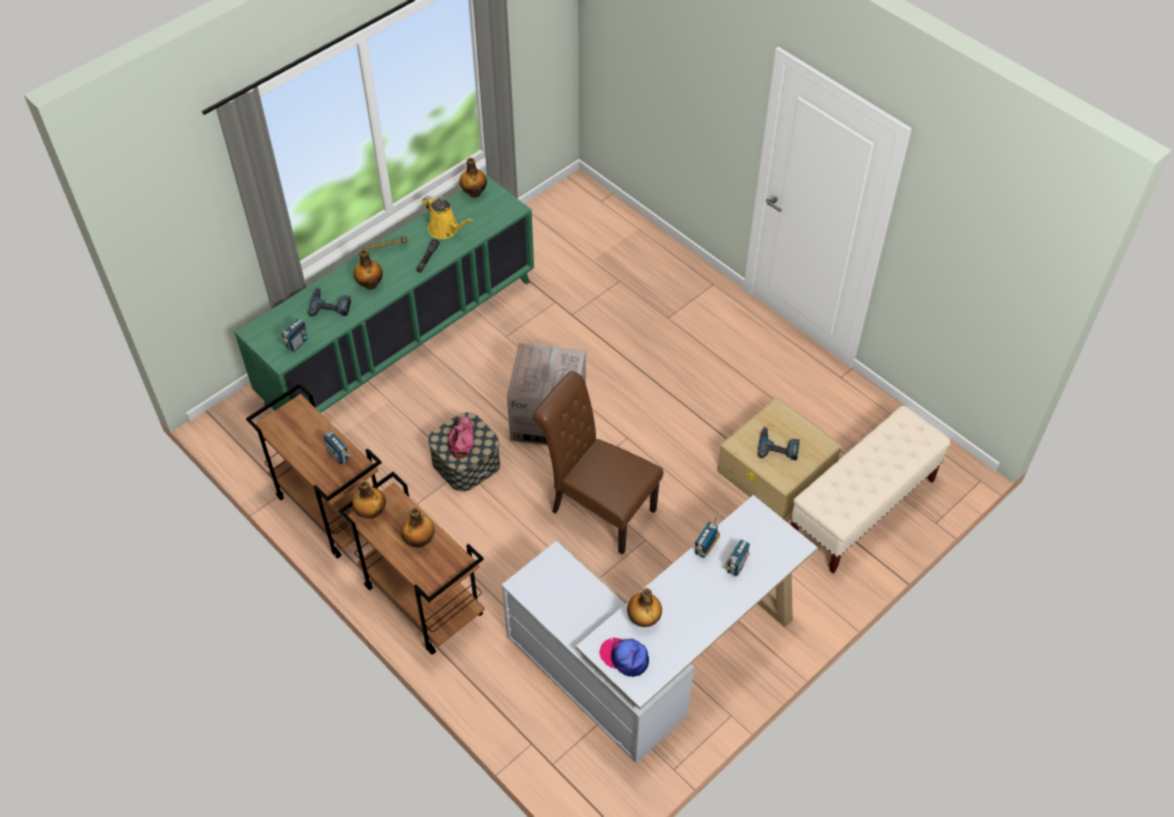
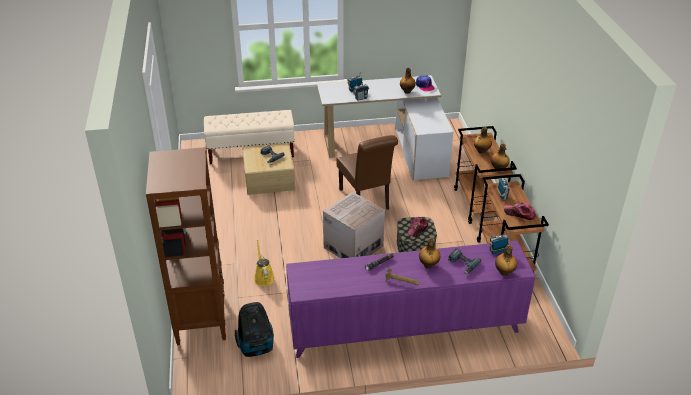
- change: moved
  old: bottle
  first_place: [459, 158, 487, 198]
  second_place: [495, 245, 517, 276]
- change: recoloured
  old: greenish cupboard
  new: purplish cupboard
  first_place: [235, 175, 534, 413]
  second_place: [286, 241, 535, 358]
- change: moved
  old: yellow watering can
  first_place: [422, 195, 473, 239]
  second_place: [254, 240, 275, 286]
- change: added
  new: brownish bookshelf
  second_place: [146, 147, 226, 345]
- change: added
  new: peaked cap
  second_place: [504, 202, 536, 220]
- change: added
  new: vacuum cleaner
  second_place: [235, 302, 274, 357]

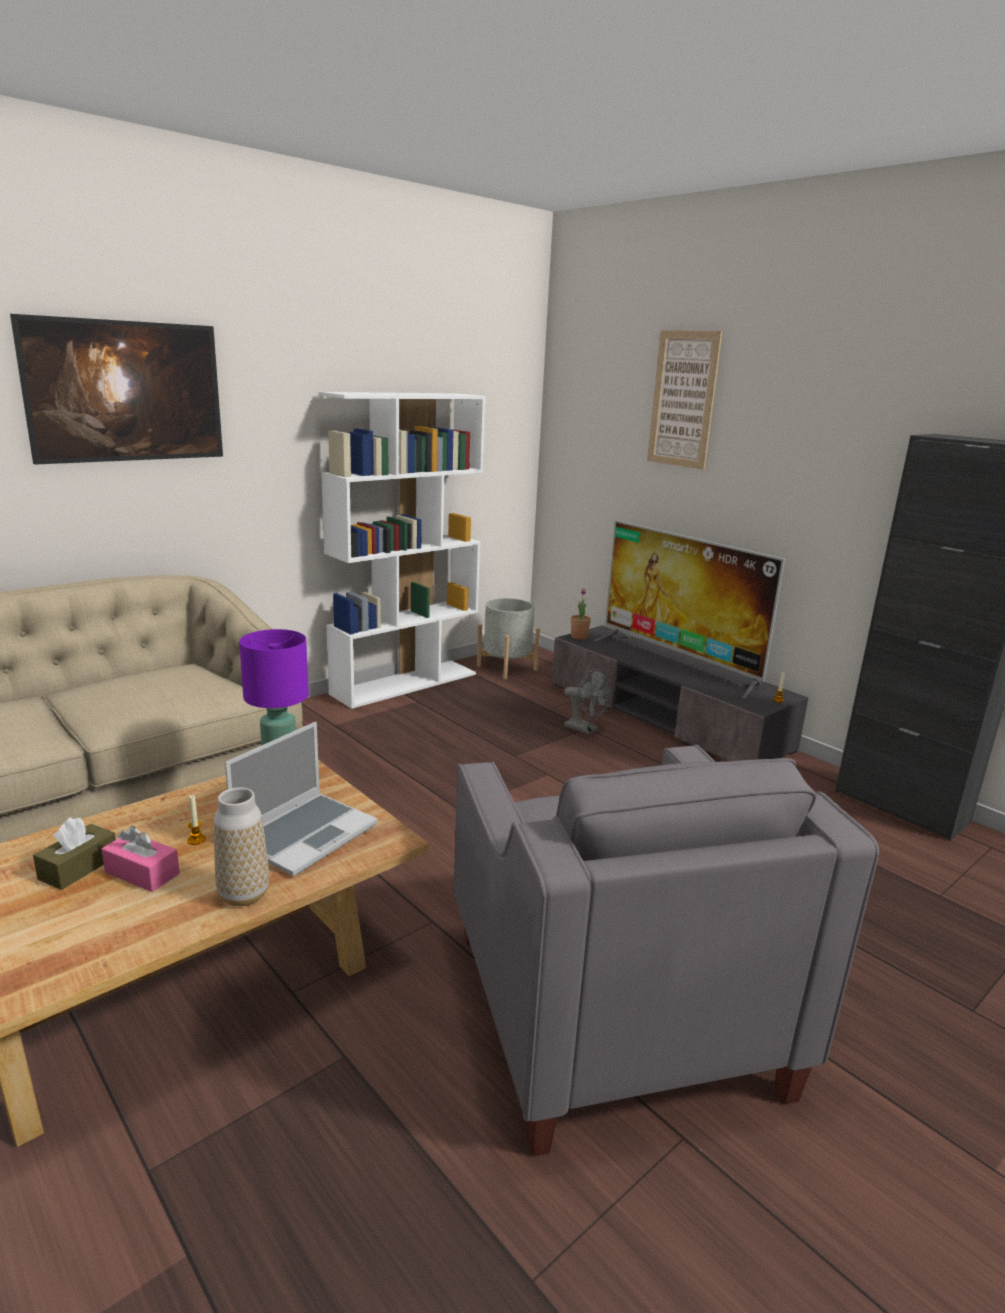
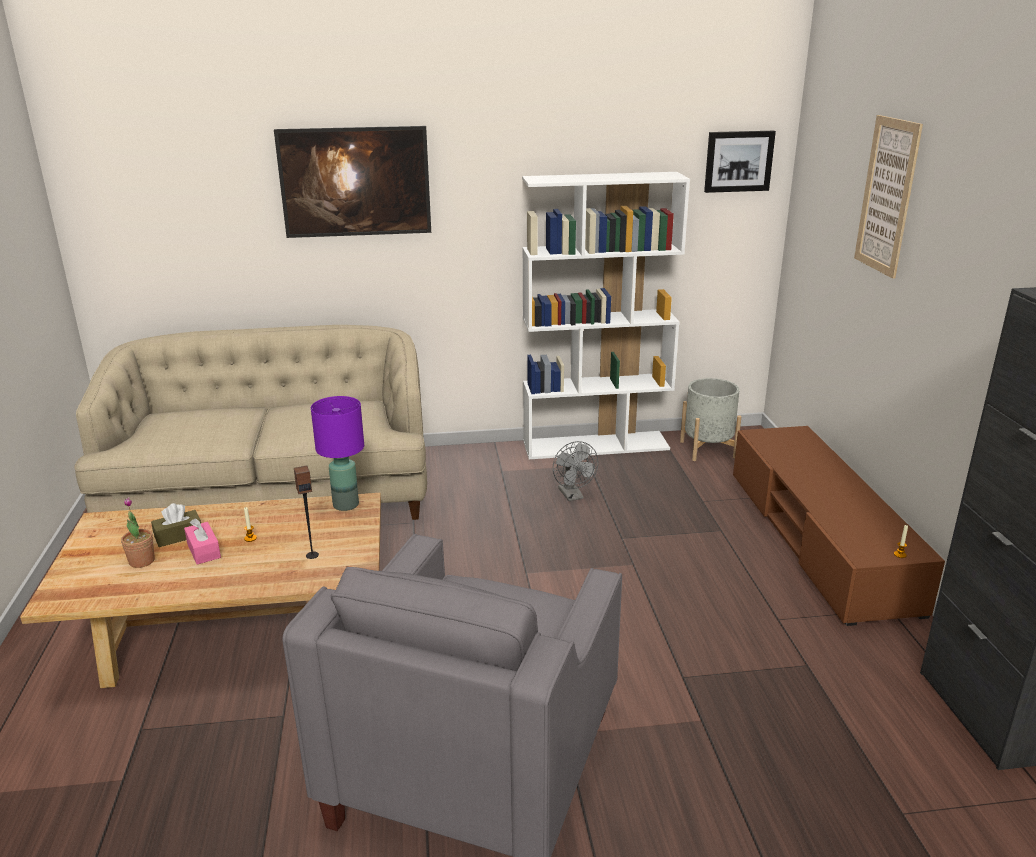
- change: removed
  old: television
  first_place: [593, 520, 785, 698]
- change: moved
  old: houseplant
  first_place: [571, 588, 591, 639]
  second_place: [121, 497, 155, 568]
- change: recoloured
  old: gray tv unit
  new: brownish tv unit
  first_place: [552, 625, 809, 761]
  second_place: [733, 426, 945, 626]
- change: moved
  old: gray fan
  first_place: [564, 669, 611, 735]
  second_place: [553, 441, 598, 501]
- change: replaced
  old: notebook computer
  new: loudspeaker
  first_place: [225, 722, 378, 876]
  second_place: [294, 465, 319, 559]
- change: removed
  old: decorative vase
  first_place: [214, 787, 269, 906]
- change: added
  new: wall art
  second_place: [704, 131, 776, 193]

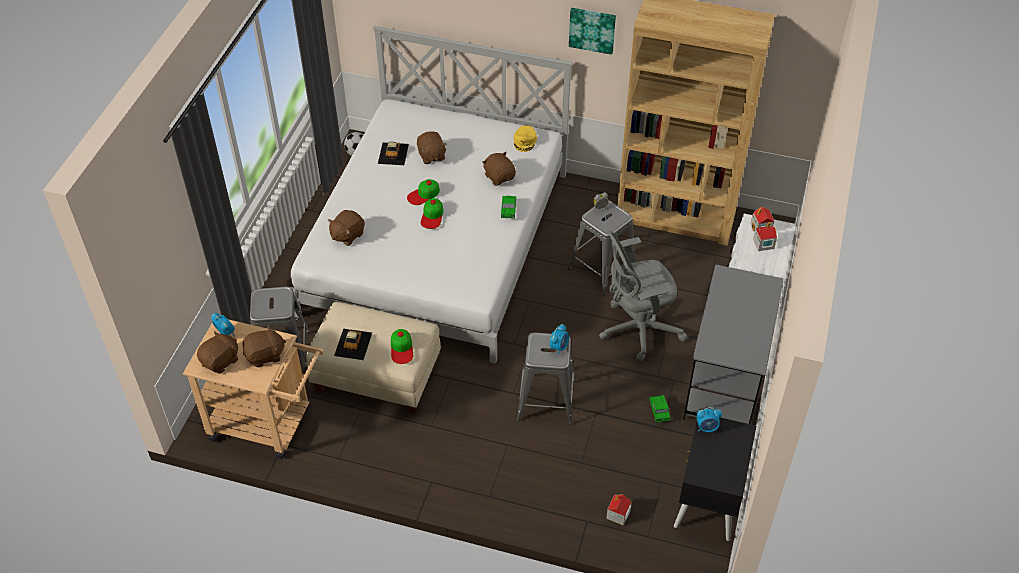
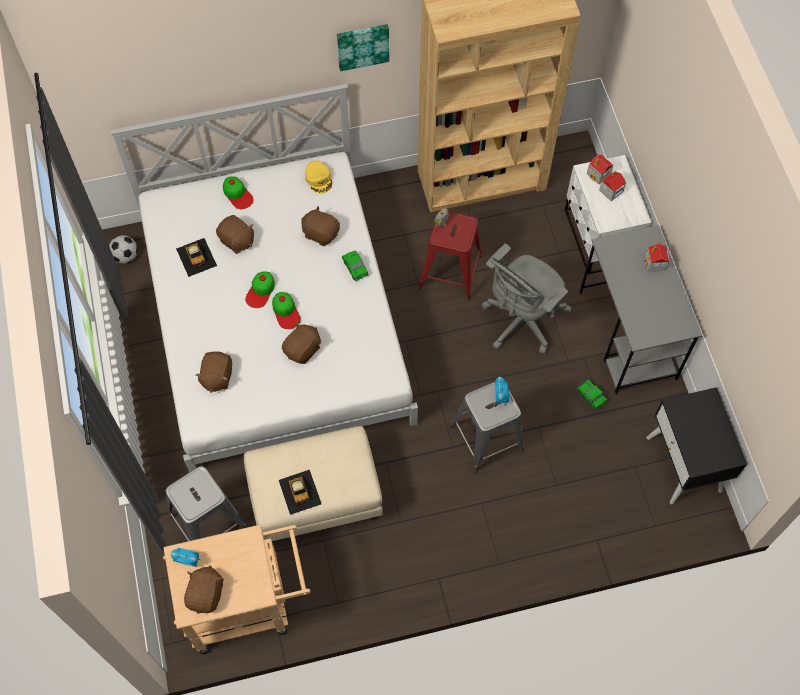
- change: recoloured
  old: gray stool seat
  new: red stool seat
  first_place: [568, 200, 636, 296]
  second_place: [419, 210, 482, 300]
- change: moved
  old: brownish cuddly toy
  first_place: [243, 325, 286, 367]
  second_place: [282, 322, 321, 364]
- change: moved
  old: peaked cap
  first_place: [391, 329, 413, 364]
  second_place: [223, 176, 254, 209]
- change: removed
  old: table clock
  first_place: [697, 407, 722, 432]
- change: moved
  old: toy house
  first_place: [606, 494, 631, 525]
  second_place: [645, 243, 669, 272]

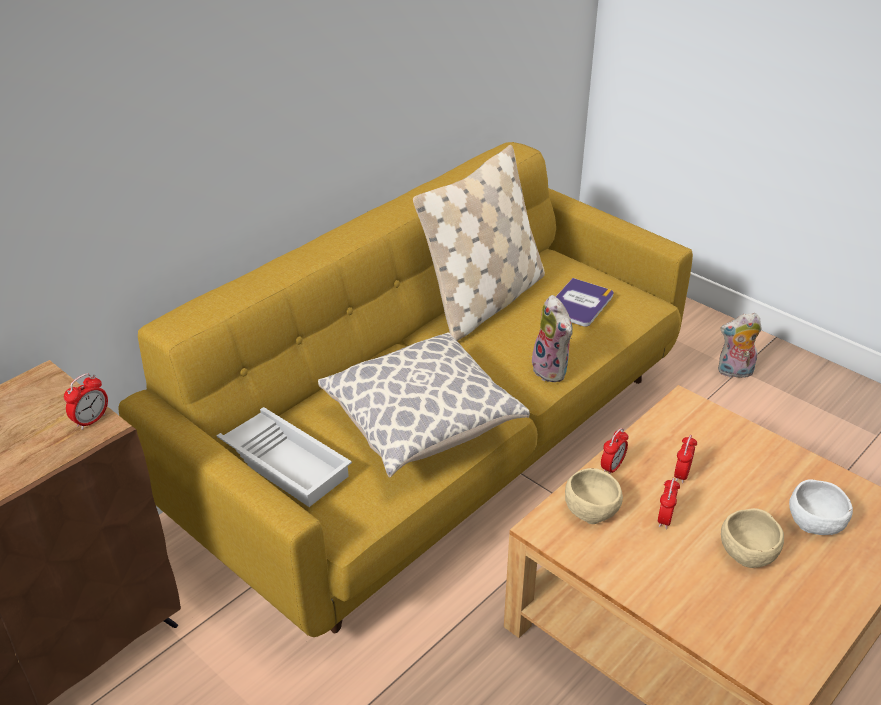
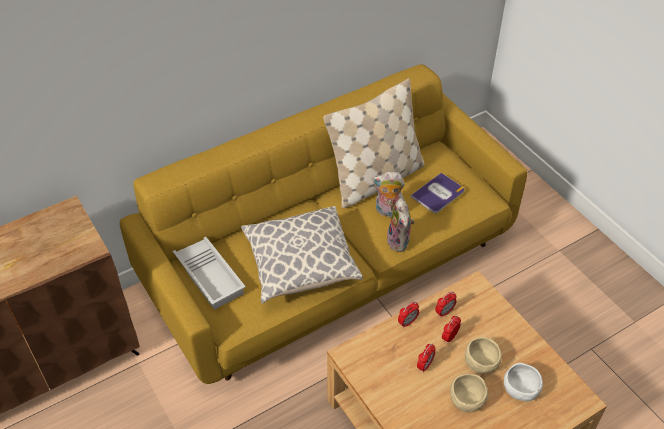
- change: moved
  old: cuddly toy
  first_place: [718, 313, 762, 378]
  second_place: [372, 171, 405, 218]
- change: moved
  old: table clock
  first_place: [64, 373, 108, 430]
  second_place: [435, 291, 456, 318]
- change: moved
  old: beige-coloured serving bowl
  first_place: [565, 468, 623, 524]
  second_place: [465, 337, 502, 374]

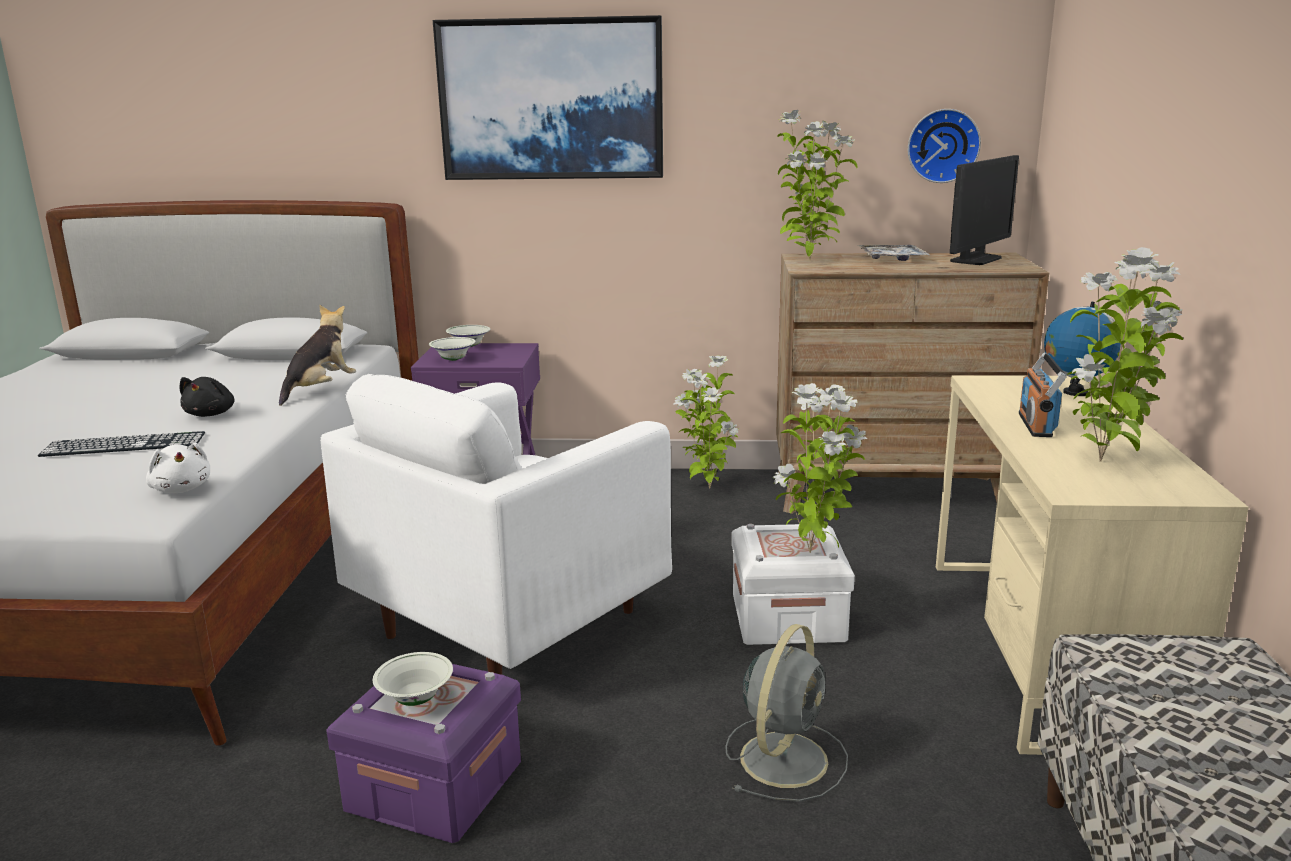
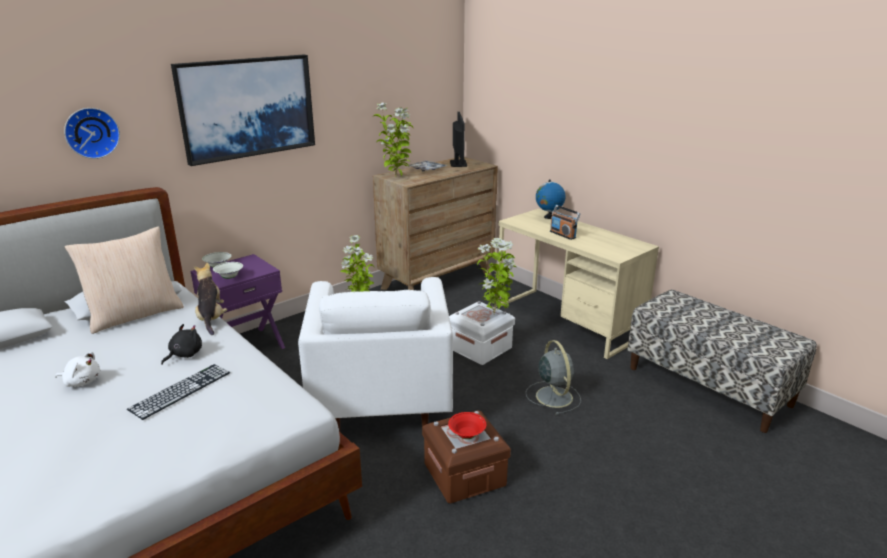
- change: moved
  old: clock on the wall
  first_place: [908, 109, 981, 183]
  second_place: [64, 108, 120, 159]
- change: removed
  old: houseplant
  first_place: [1067, 247, 1183, 462]
- change: turned
  old: blackish cuddly toy
  first_place: [179, 377, 234, 417]
  second_place: [161, 324, 202, 365]
  degrees: -105
- change: moved
  old: white-coloured cuddly toy
  first_place: [146, 443, 210, 493]
  second_place: [55, 352, 100, 387]
- change: recoloured
  old: white-coloured serving bowl
  new: red serving bowl
  first_place: [373, 652, 453, 706]
  second_place: [448, 412, 486, 439]
- change: recoloured
  old: purplish storage bin
  new: brownish storage bin
  first_place: [326, 664, 521, 843]
  second_place: [422, 411, 511, 504]
- change: added
  new: beige-coloured pillow
  second_place: [65, 226, 184, 334]

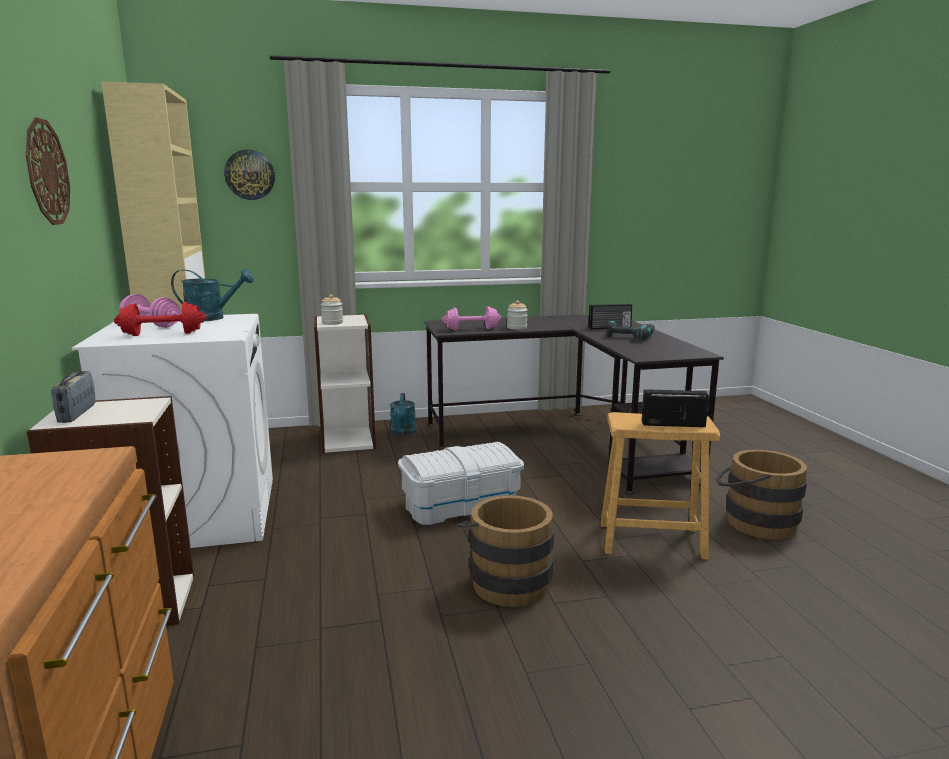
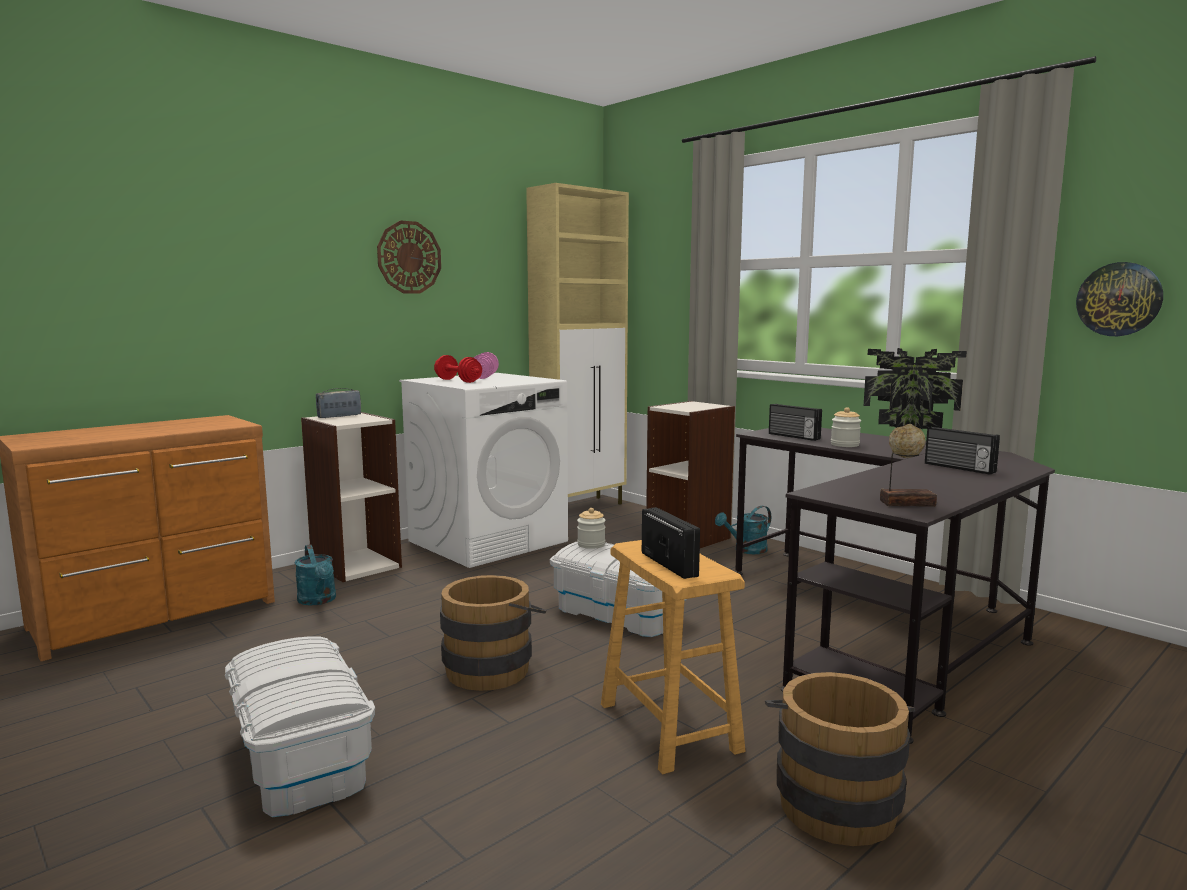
- change: moved
  old: clock on the wall
  first_place: [224, 150, 275, 200]
  second_place: [1076, 262, 1163, 336]
- change: moved
  old: turquoise watering can
  first_place: [171, 269, 254, 321]
  second_place: [295, 544, 336, 606]
- change: moved
  old: jar
  first_place: [321, 294, 343, 325]
  second_place: [577, 508, 605, 549]
- change: replaced
  old: pink dumbbell
  new: radio set
  first_place: [442, 307, 501, 330]
  second_place: [769, 404, 822, 441]
- change: removed
  old: drill
  first_place: [607, 321, 655, 340]
- change: added
  new: houseplant
  second_place: [864, 348, 967, 507]
- change: added
  new: white-coloured storage bin
  second_place: [225, 636, 375, 817]

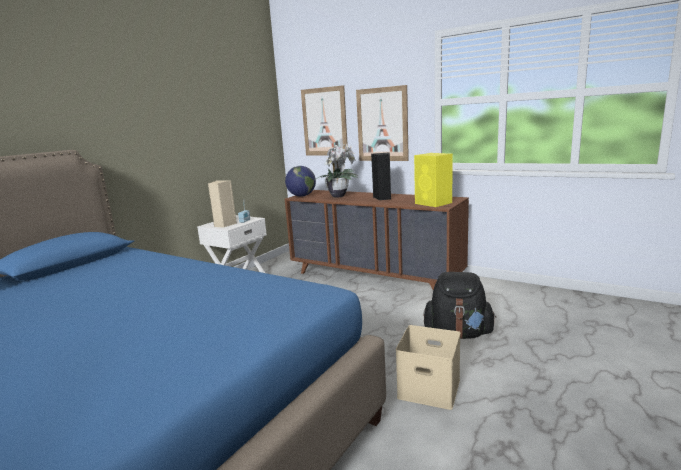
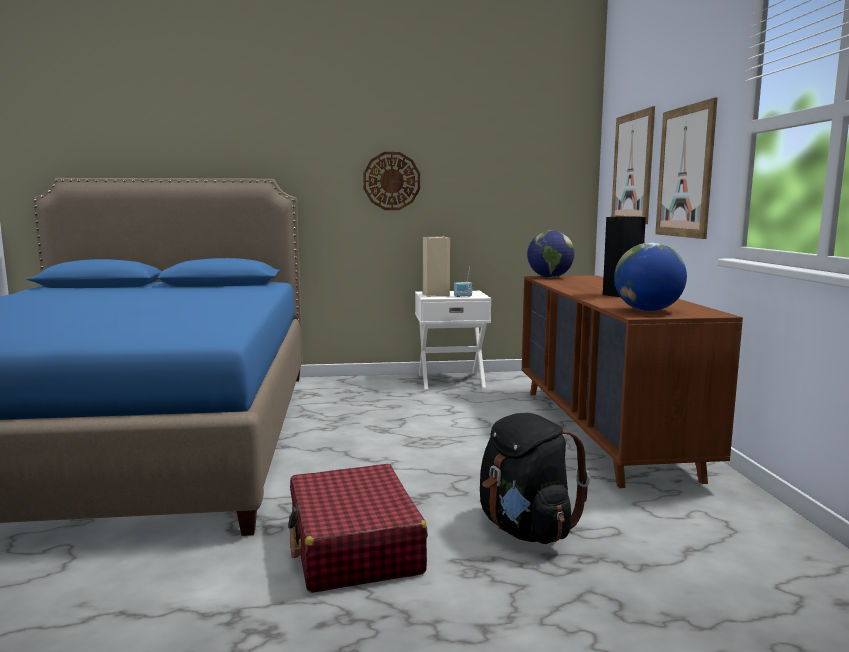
- change: removed
  old: houseplant
  first_place: [316, 144, 359, 198]
- change: replaced
  old: yellow loudspeaker
  new: globe
  first_place: [414, 153, 453, 207]
  second_place: [614, 242, 687, 311]
- change: replaced
  old: beige-coloured storage bin
  new: red piece of luggage
  first_place: [396, 325, 461, 410]
  second_place: [288, 464, 428, 593]
- change: added
  new: clock on the wall
  second_place: [363, 152, 420, 210]

